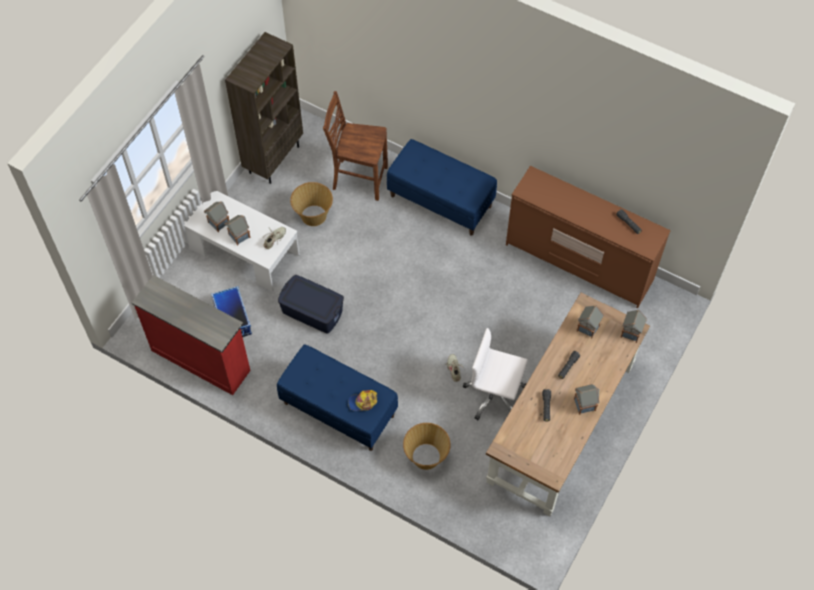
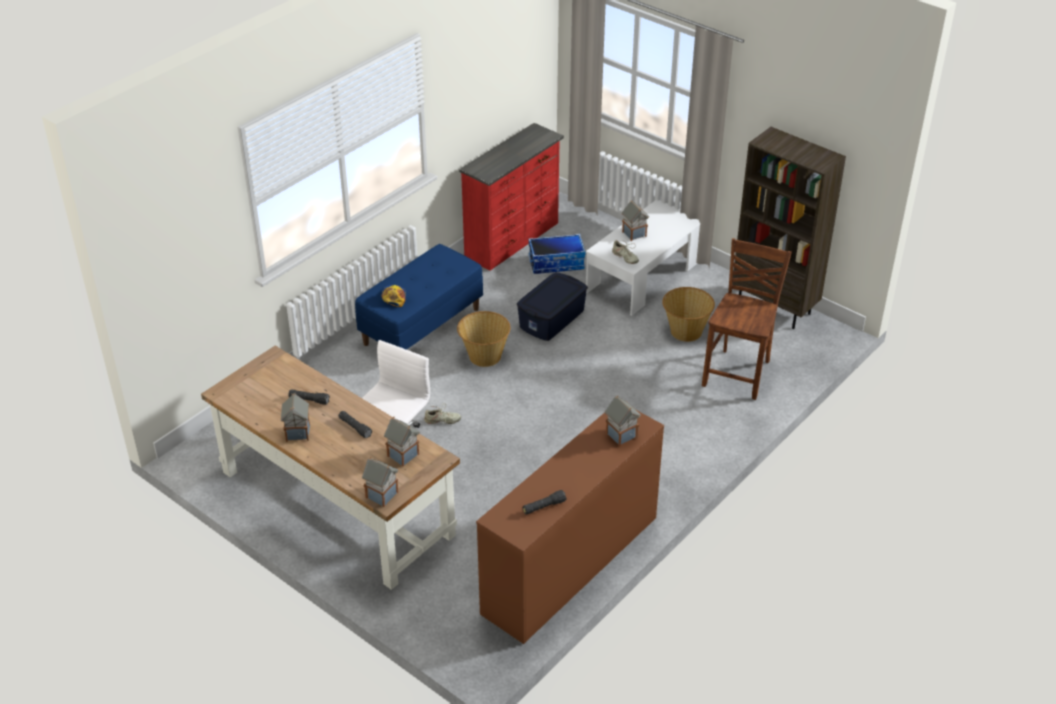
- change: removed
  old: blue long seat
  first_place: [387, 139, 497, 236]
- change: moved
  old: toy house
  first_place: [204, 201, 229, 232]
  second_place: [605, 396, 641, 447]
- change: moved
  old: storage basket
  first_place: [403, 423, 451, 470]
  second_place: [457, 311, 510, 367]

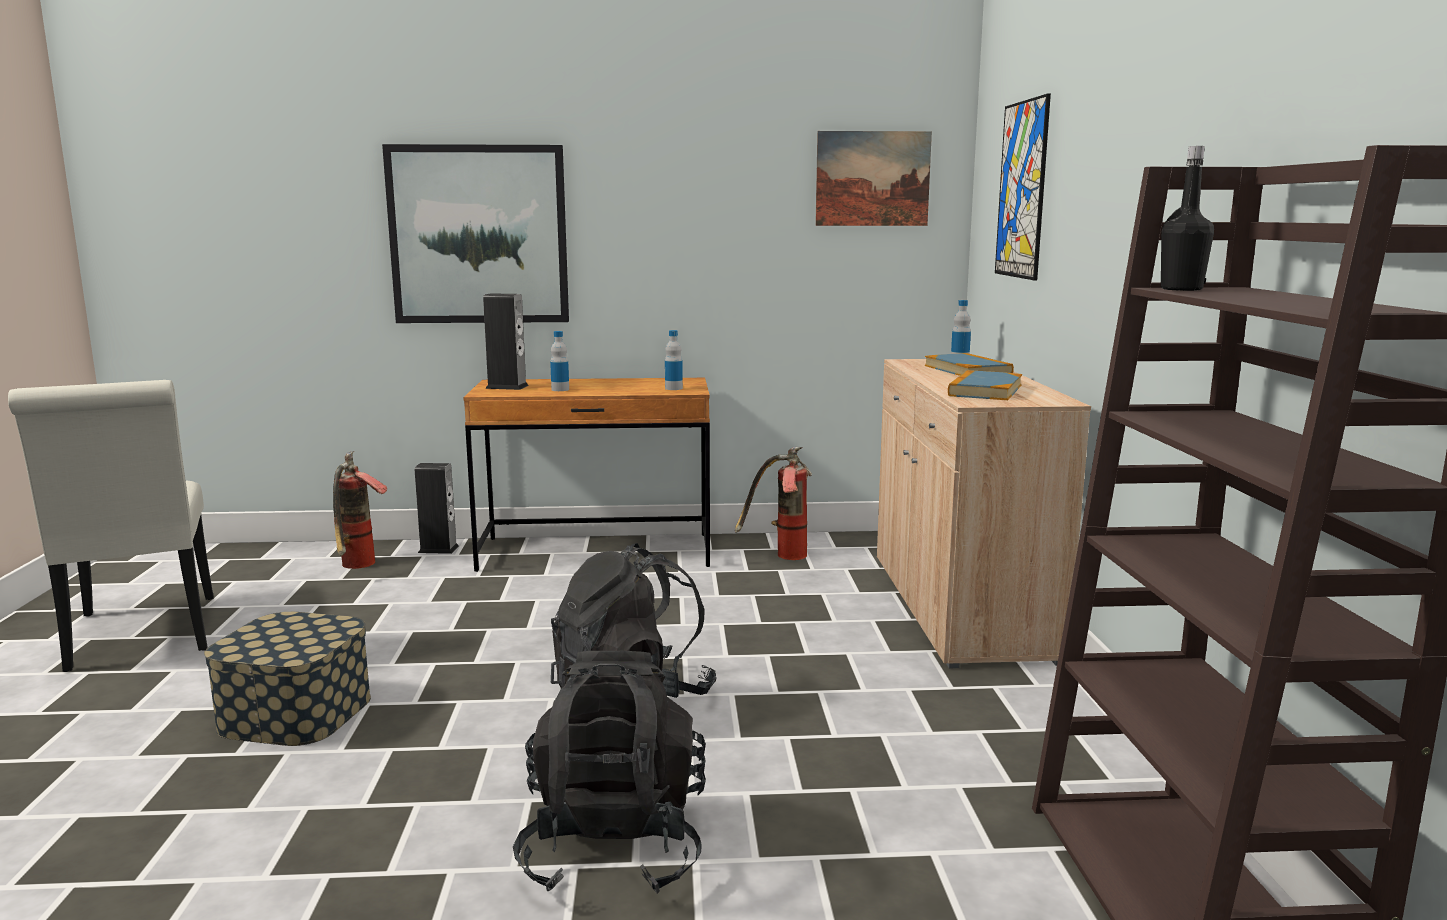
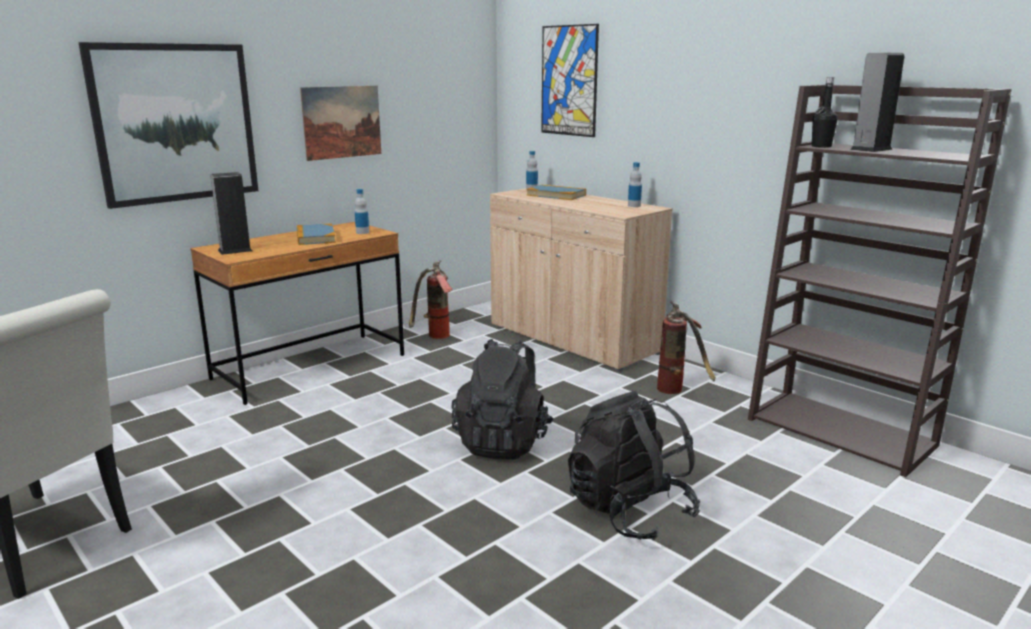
- change: moved
  old: wall art
  first_place: [815, 131, 932, 226]
  second_place: [300, 86, 381, 161]
- change: moved
  old: bottle
  first_place: [550, 331, 569, 391]
  second_place: [628, 162, 642, 207]
- change: moved
  old: bound book
  first_place: [948, 370, 1022, 400]
  second_place: [297, 224, 336, 245]
- change: moved
  old: fire extinguisher
  first_place: [333, 451, 388, 569]
  second_place: [657, 301, 716, 394]
- change: moved
  old: loudspeaker
  first_place: [415, 463, 459, 554]
  second_place: [850, 53, 904, 152]
- change: removed
  old: storage bin
  first_place: [204, 612, 371, 746]

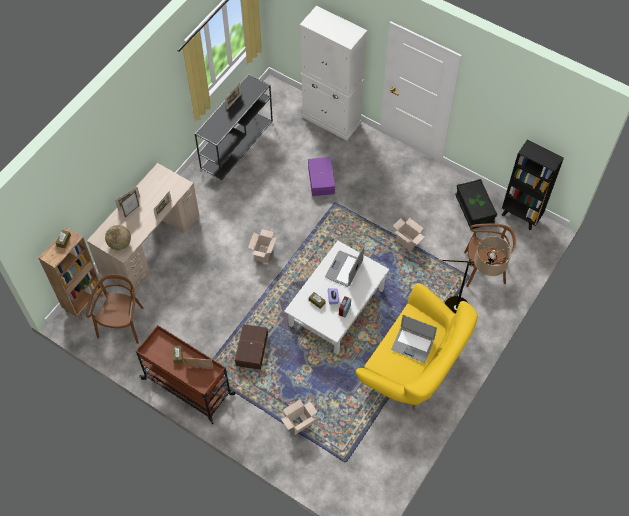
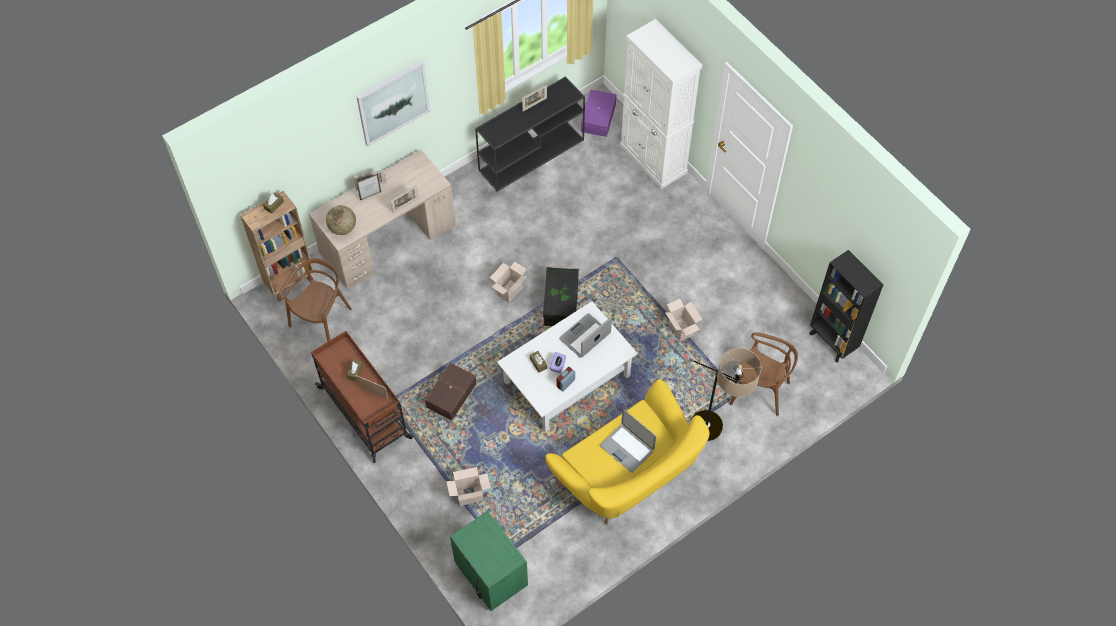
- change: moved
  old: purplish storage bin
  first_place: [308, 157, 335, 196]
  second_place: [581, 89, 616, 137]
- change: moved
  old: blackish storage bin
  first_place: [455, 179, 497, 229]
  second_place: [543, 267, 579, 326]
- change: added
  new: wall art
  second_place: [356, 61, 430, 147]
- change: added
  new: greenish nightstand
  second_place: [450, 511, 528, 611]

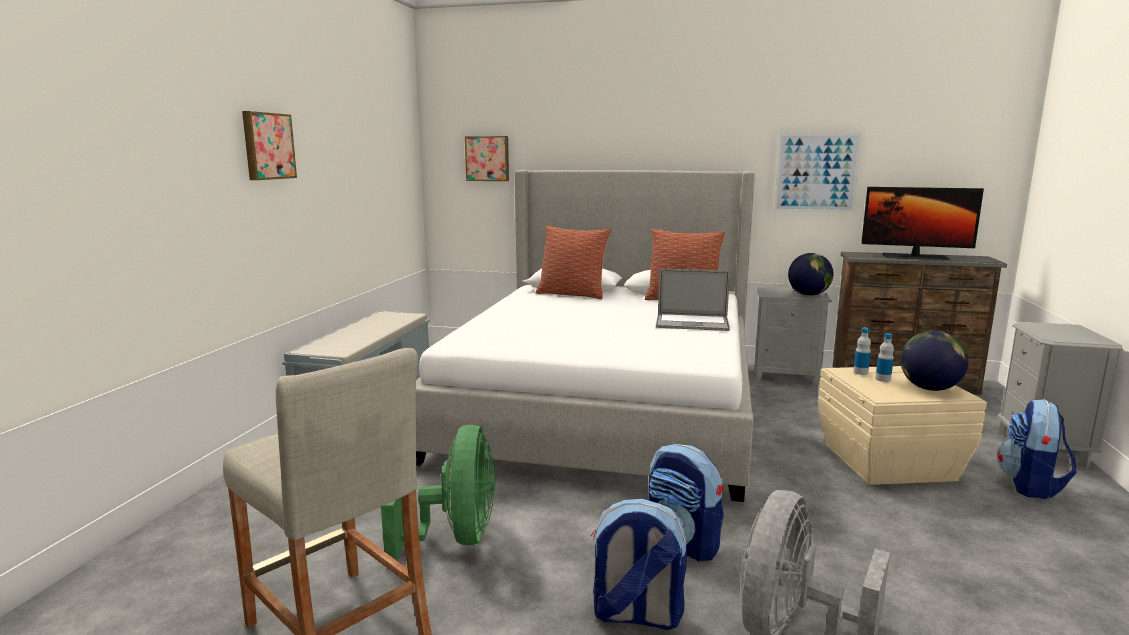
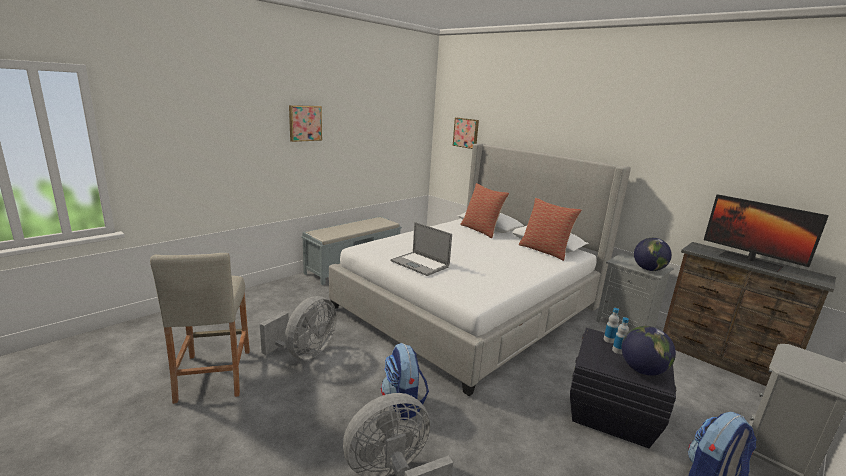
- change: removed
  old: wall art
  first_place: [774, 133, 862, 213]
- change: moved
  old: notebook computer
  first_place: [656, 269, 730, 331]
  second_place: [390, 222, 452, 276]
- change: recoloured
  old: beige-coloured storage bin
  new: blackish storage bin
  first_place: [818, 366, 987, 485]
  second_place: [570, 328, 676, 448]
- change: recoloured
  old: greenish fan
  new: gray fan
  first_place: [381, 425, 495, 561]
  second_place: [260, 296, 337, 360]
- change: removed
  old: rucksack
  first_place: [591, 499, 687, 630]

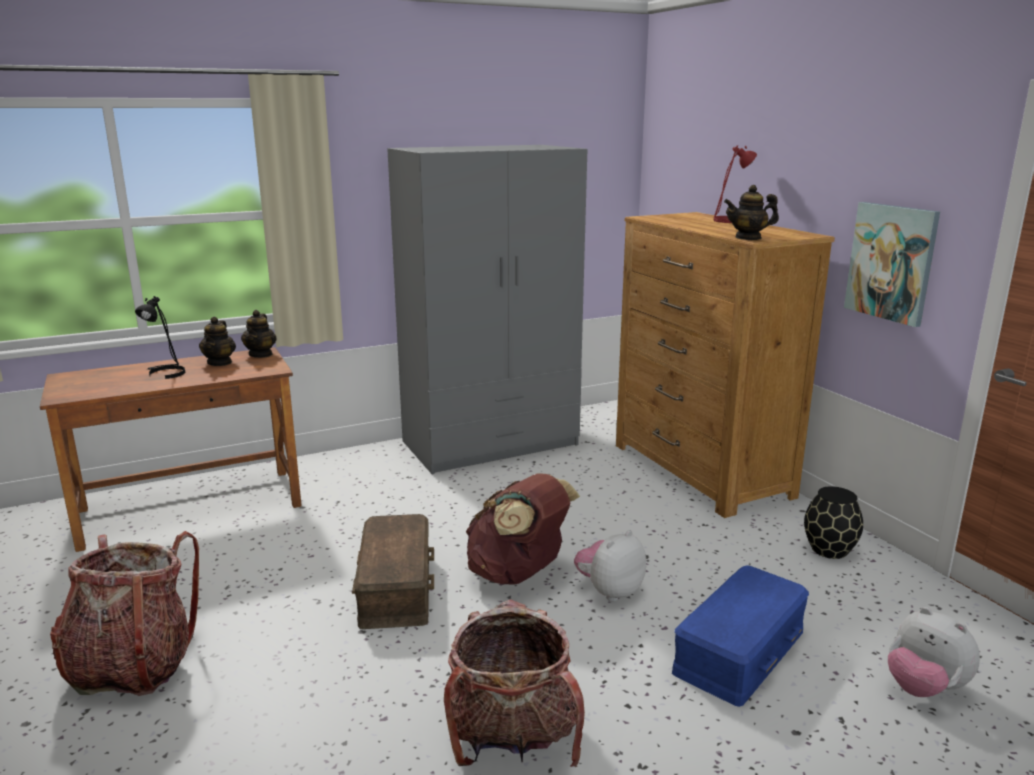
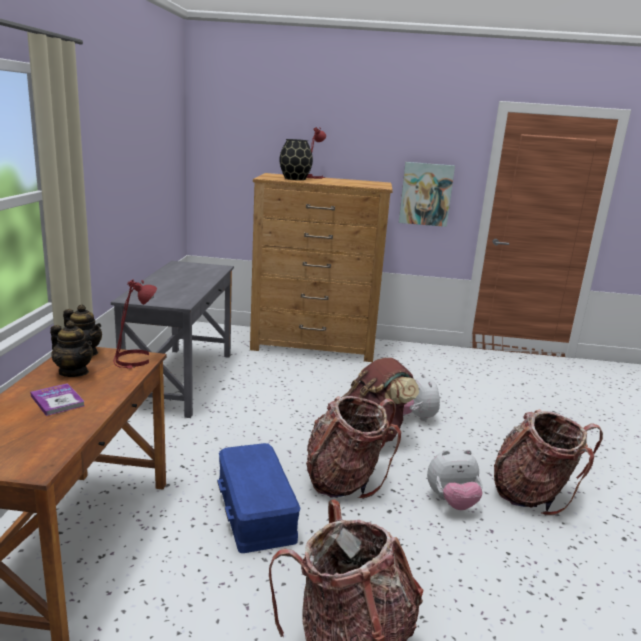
- change: replaced
  old: gray clothes cupboard
  new: gray desk table
  first_place: [387, 145, 587, 474]
  second_place: [111, 261, 234, 418]
- change: removed
  old: tea pot
  first_place: [724, 185, 779, 240]
- change: replaced
  old: blackish tabletop lamp
  new: bound book
  first_place: [135, 296, 185, 379]
  second_place: [30, 383, 85, 416]
- change: moved
  old: blackish decorative vase
  first_place: [804, 486, 863, 559]
  second_place: [279, 139, 313, 180]
- change: replaced
  old: brownish storage bin
  new: rucksack
  first_place: [352, 514, 434, 629]
  second_place: [306, 396, 401, 499]
- change: moved
  old: blue storage bin
  first_place: [672, 565, 809, 707]
  second_place: [217, 443, 300, 553]
- change: moved
  old: cuddly toy
  first_place: [888, 607, 980, 697]
  second_place: [427, 449, 483, 510]
- change: added
  new: red tabletop lamp
  second_place: [114, 279, 157, 369]

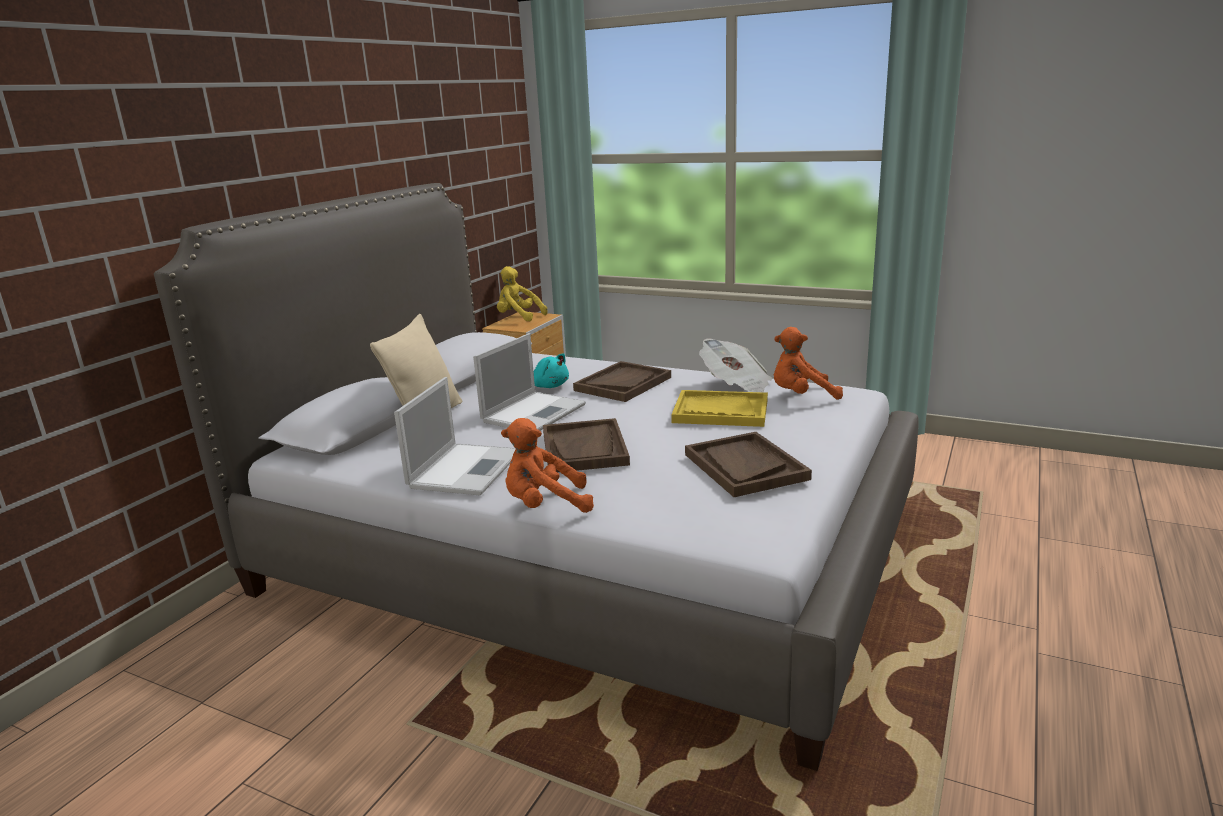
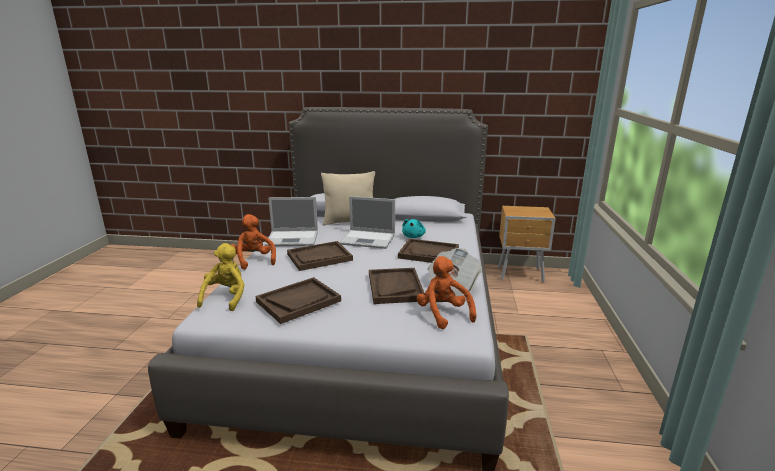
- change: moved
  old: yellow cuddly toy
  first_place: [497, 266, 547, 321]
  second_place: [197, 243, 245, 311]
- change: recoloured
  old: yellow serving tray
  new: brownish serving tray
  first_place: [671, 390, 768, 427]
  second_place: [369, 268, 425, 304]

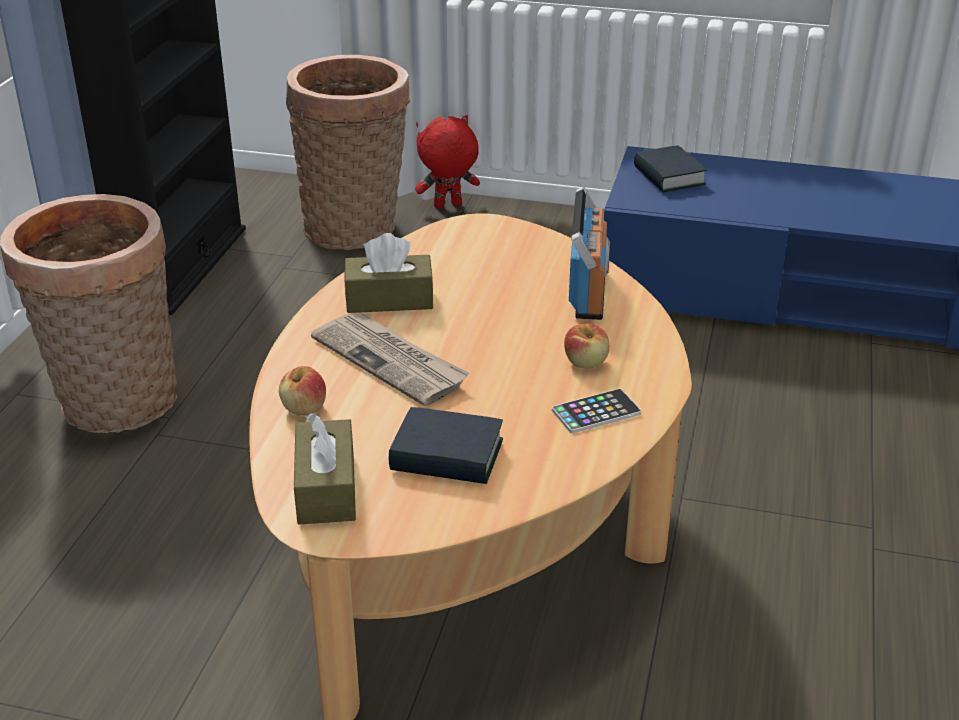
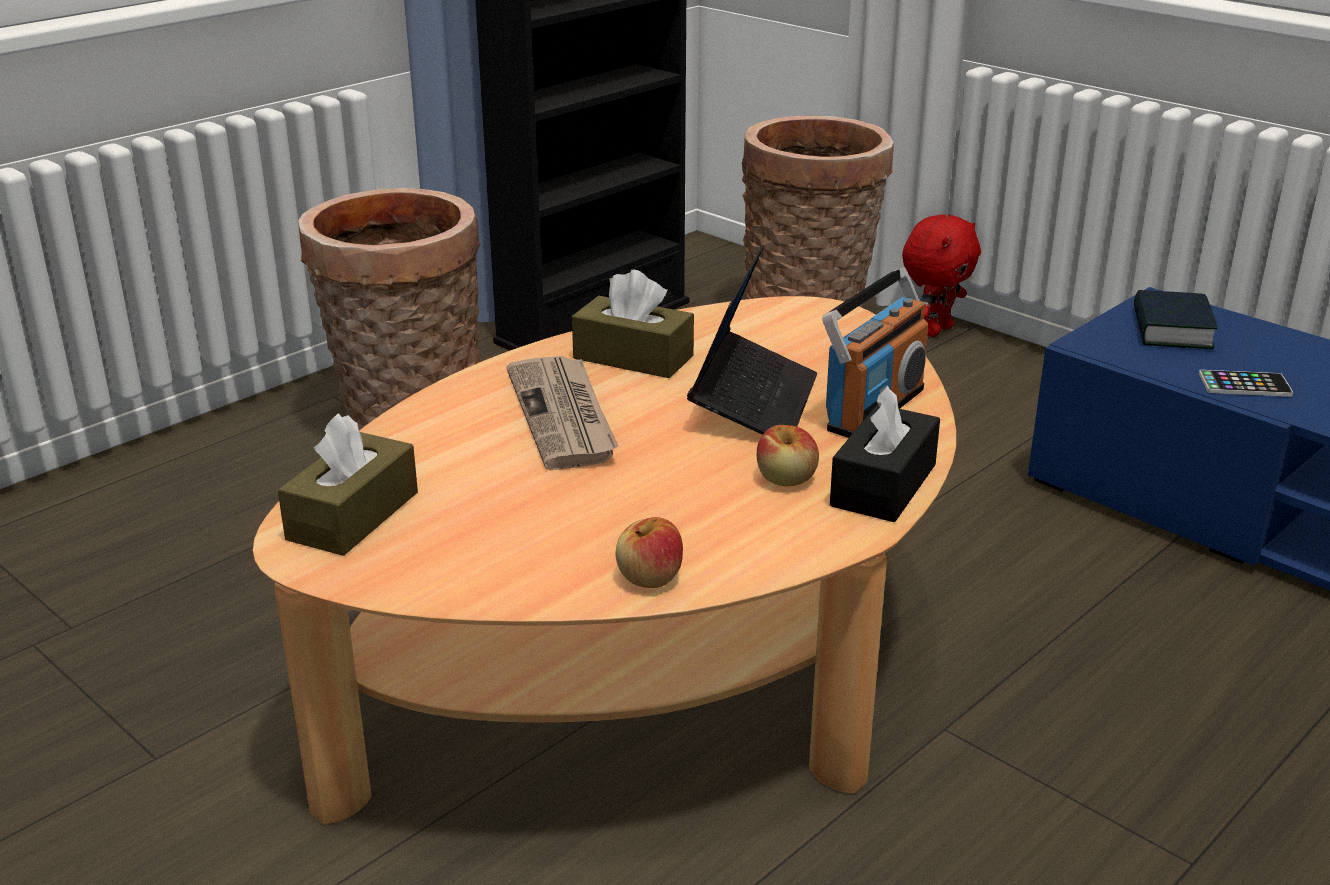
- change: turned
  old: red cuddly toy
  first_place: [415, 115, 480, 208]
  second_place: [902, 214, 981, 337]
  degrees: 120
- change: moved
  old: apple
  first_place: [279, 366, 326, 415]
  second_place: [616, 517, 683, 588]
- change: moved
  old: telephone
  first_place: [552, 388, 641, 433]
  second_place: [1199, 370, 1293, 397]
- change: removed
  old: bound book
  first_place: [389, 407, 503, 484]
- change: added
  new: notebook computer
  second_place: [687, 245, 817, 435]
- change: added
  new: blackish box of tissues
  second_place: [830, 385, 940, 522]

